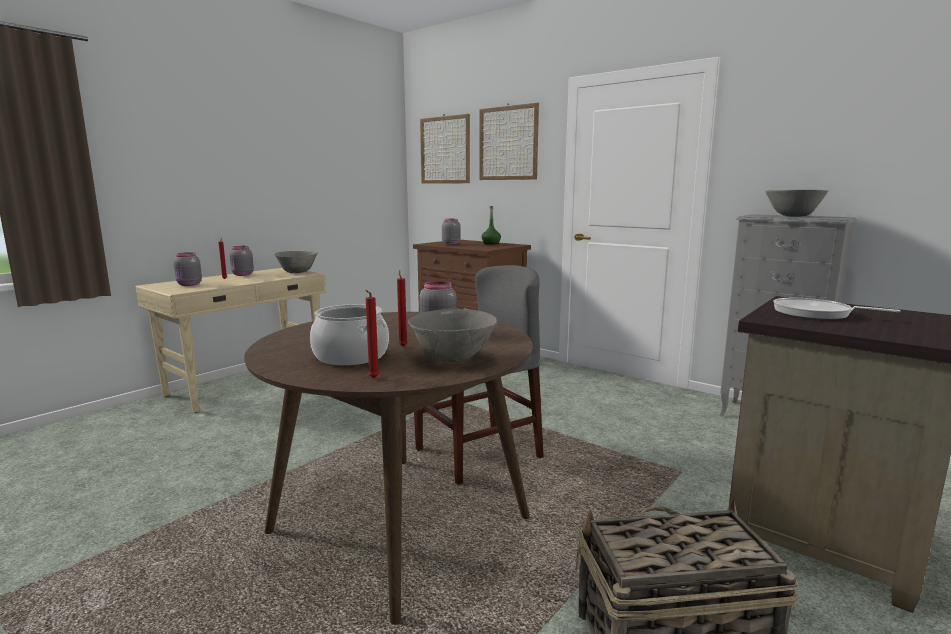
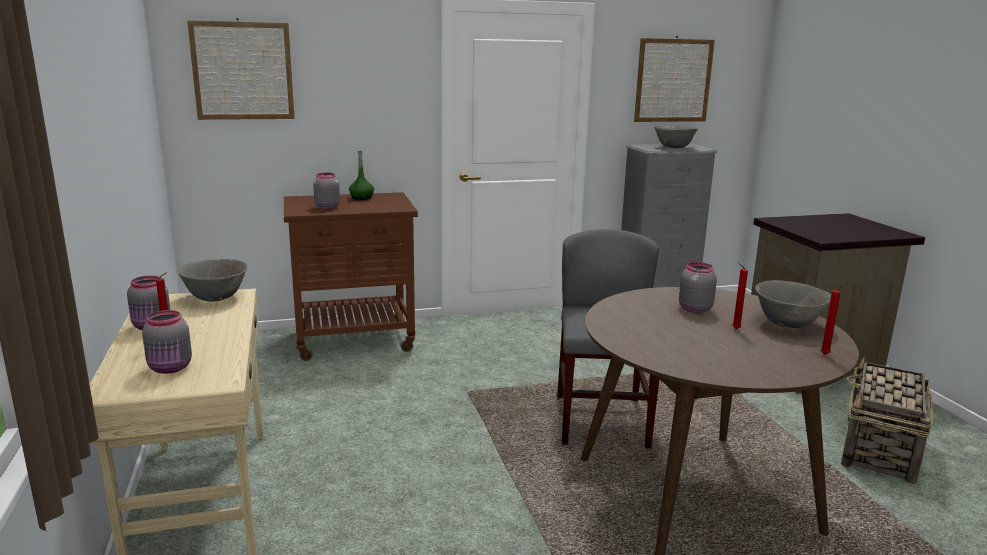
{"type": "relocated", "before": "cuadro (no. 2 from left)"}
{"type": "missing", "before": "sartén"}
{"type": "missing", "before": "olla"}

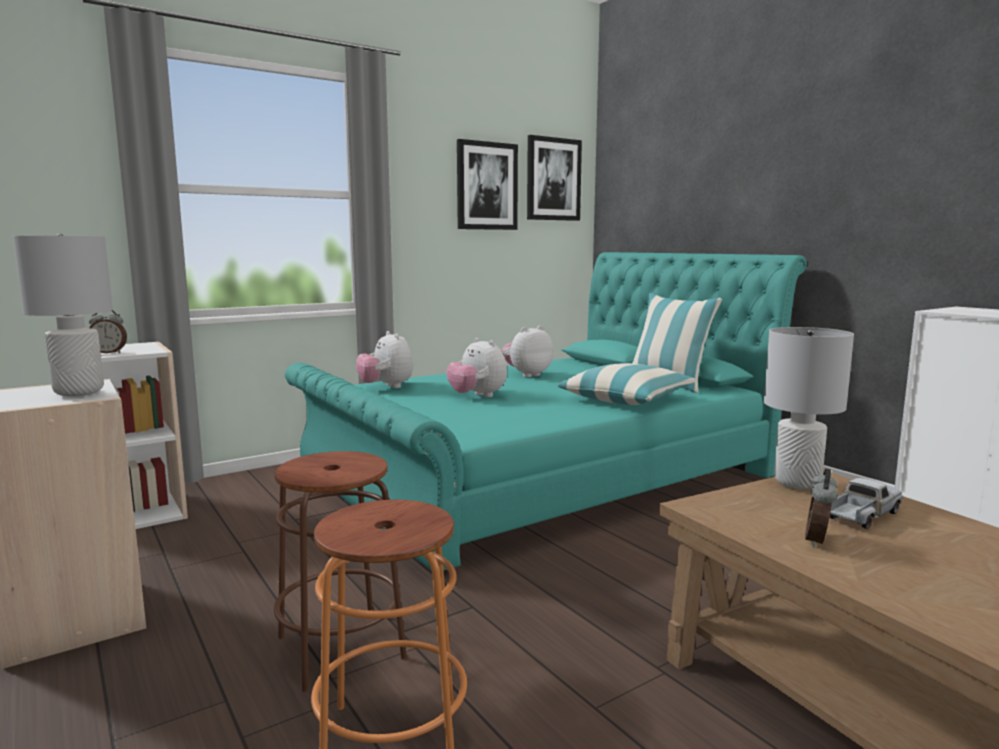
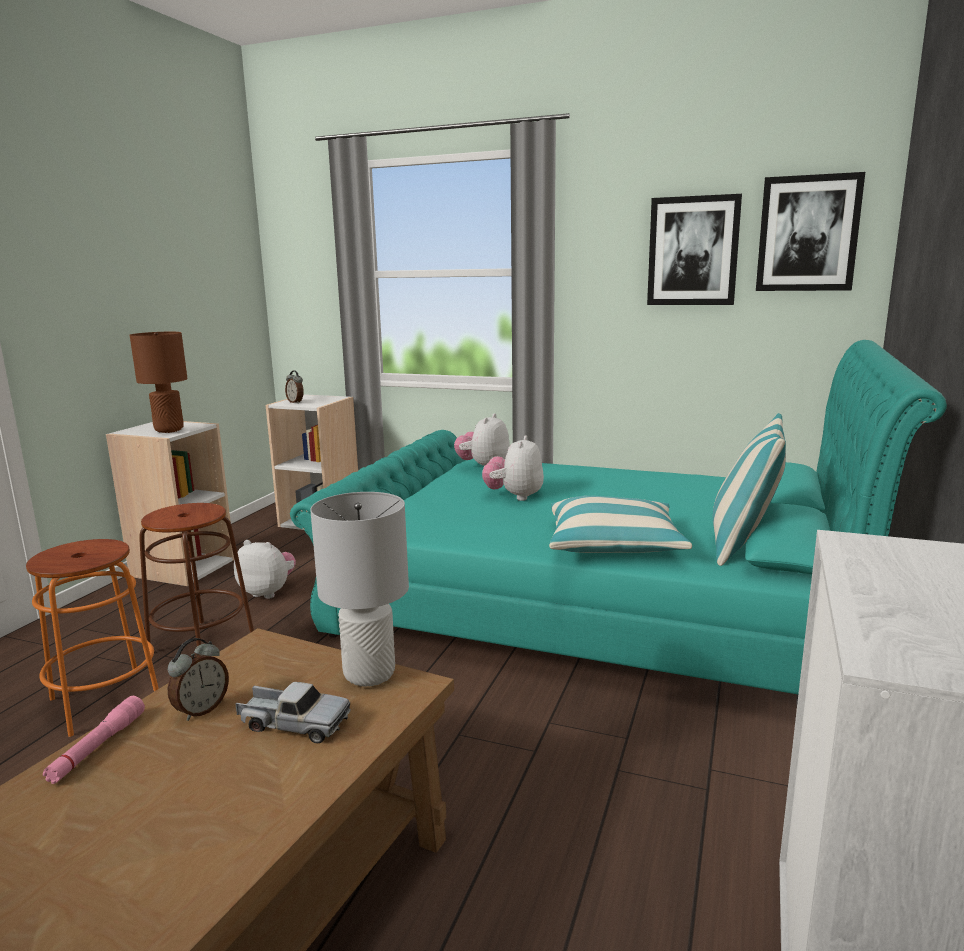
{"type": "colour", "before": "lámpara de mesa [gris] (no. 1 from left)", "after": "lámpara de mesa [marrón]"}
{"type": "relocated", "before": "peluche (no. 3 from left in the first image)", "after": "peluche (no. 1 from left)"}
{"type": "spun", "before": "despertador (no. 2 from left in the first image)", "turn": 135}
{"type": "appeared", "after": "linterna [rosa]"}

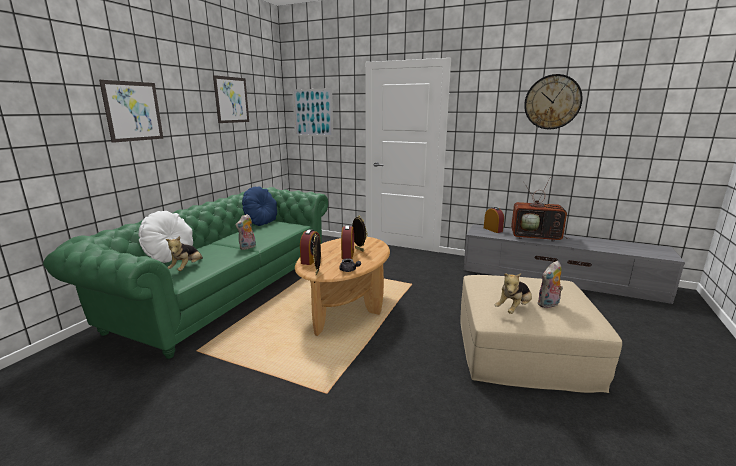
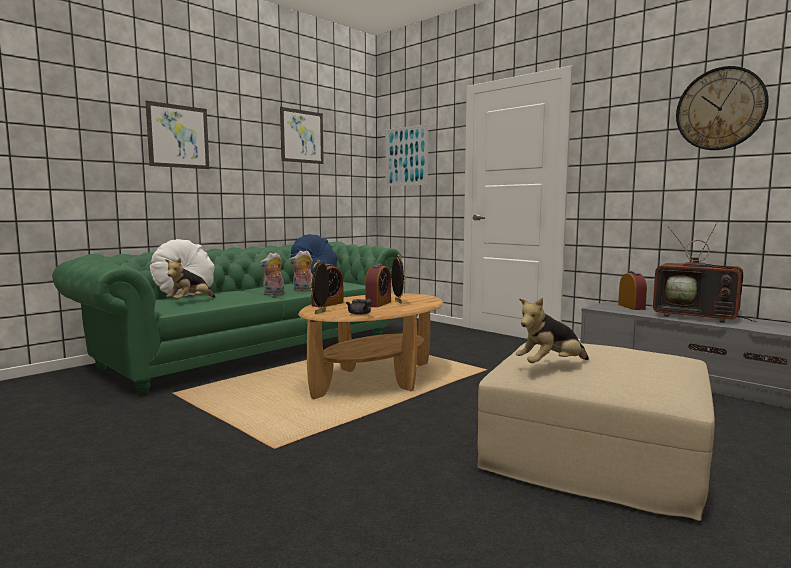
{"type": "relocated", "before": "peluche (no. 4 from left in the first image)", "after": "peluche (no. 3 from left)"}

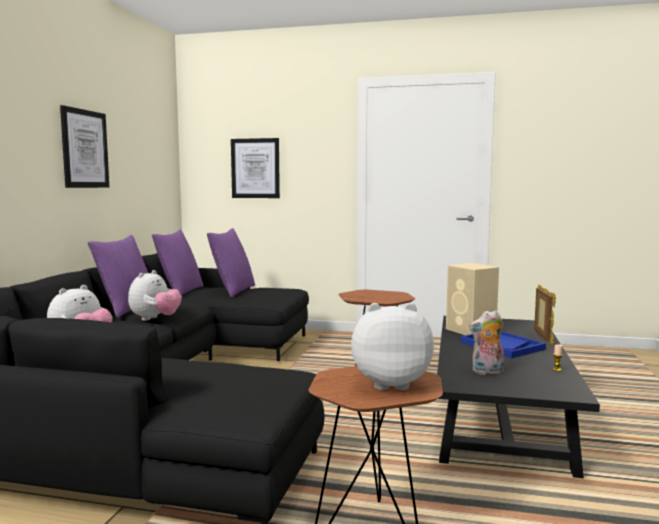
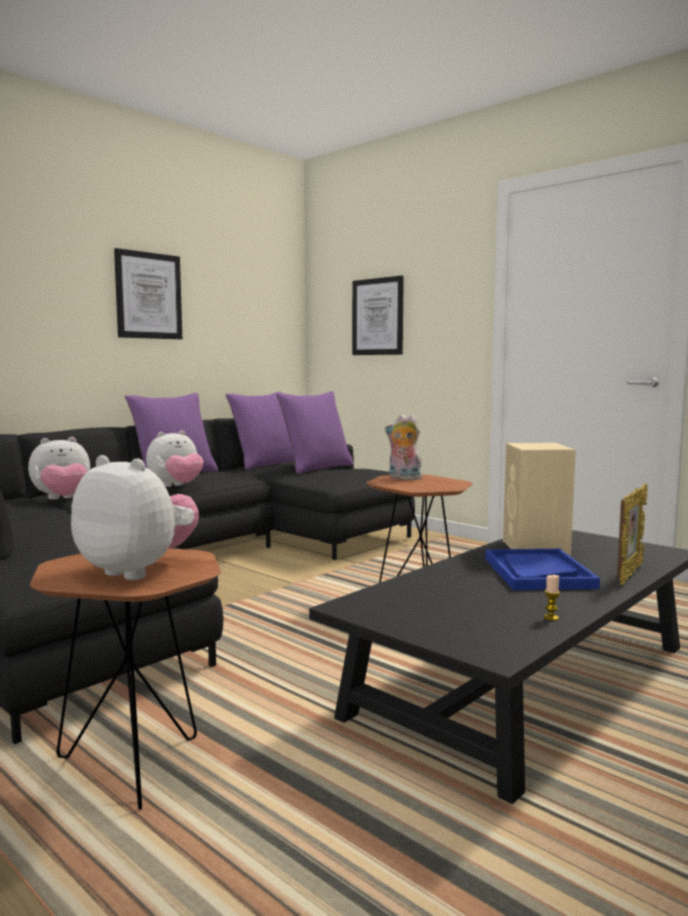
{"type": "relocated", "before": "peluche (no. 4 from left)"}

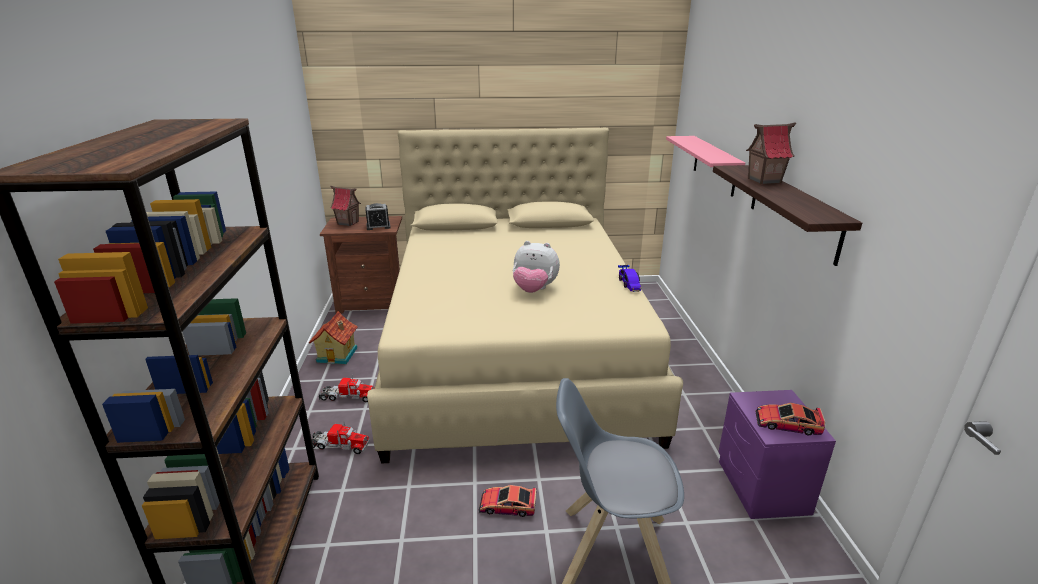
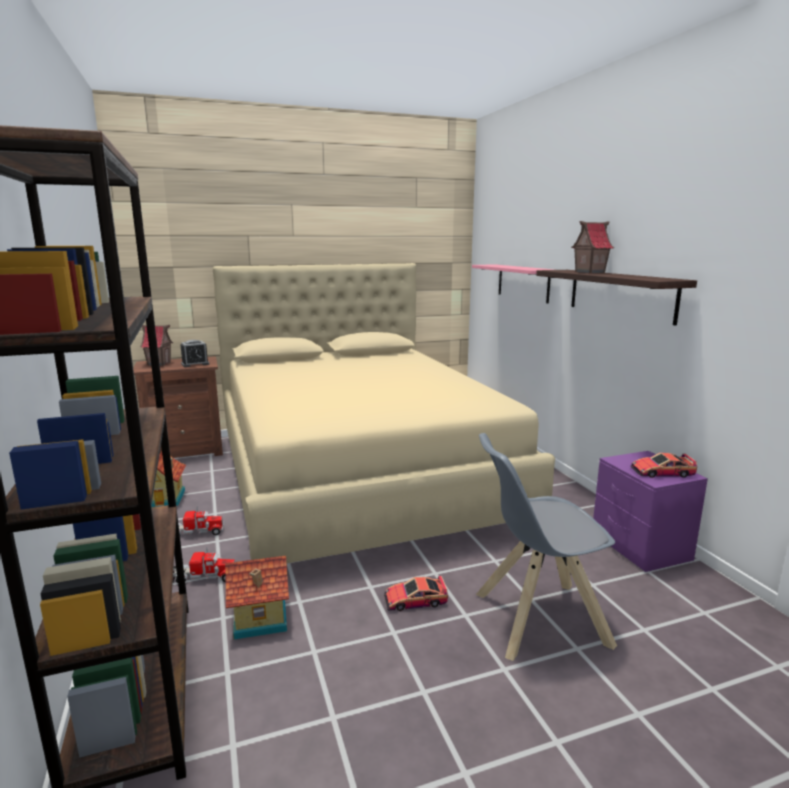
{"type": "missing", "before": "peluche"}
{"type": "missing", "before": "coche de juguete (no. 2 from left)"}
{"type": "appeared", "after": "casita (no. 3 from left)"}

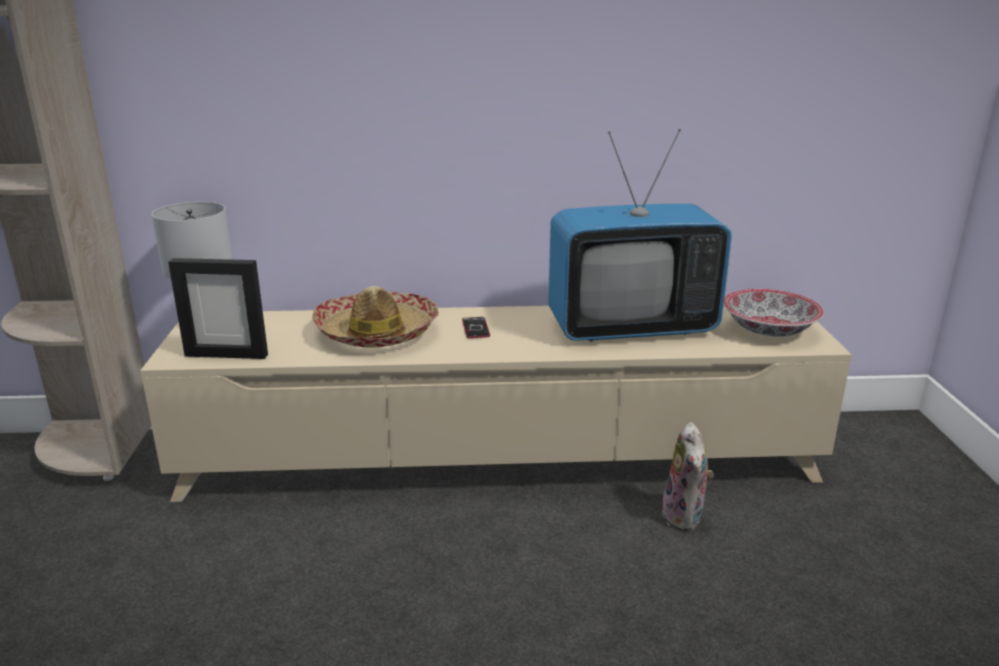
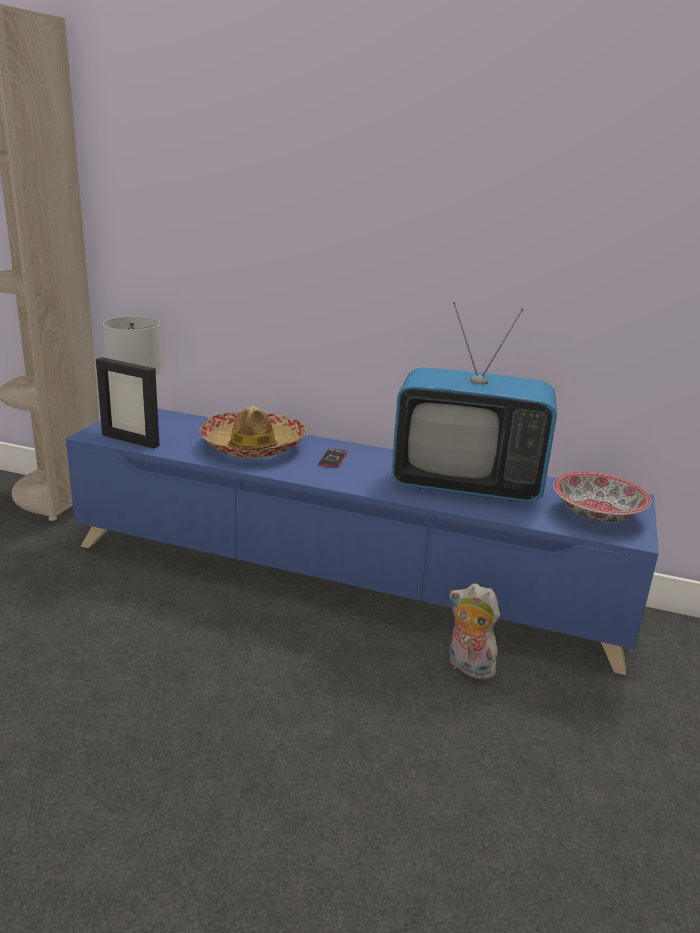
{"type": "colour", "before": "mueble de televisión [beis]", "after": "mueble de televisión [azul]"}
{"type": "spun", "before": "peluche", "turn": 105}

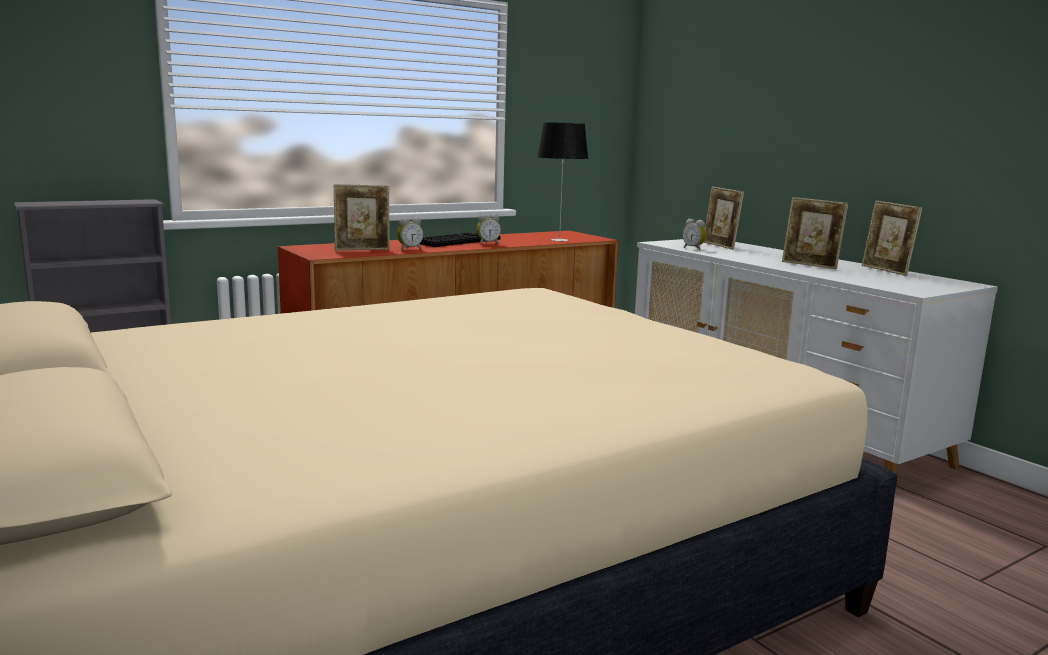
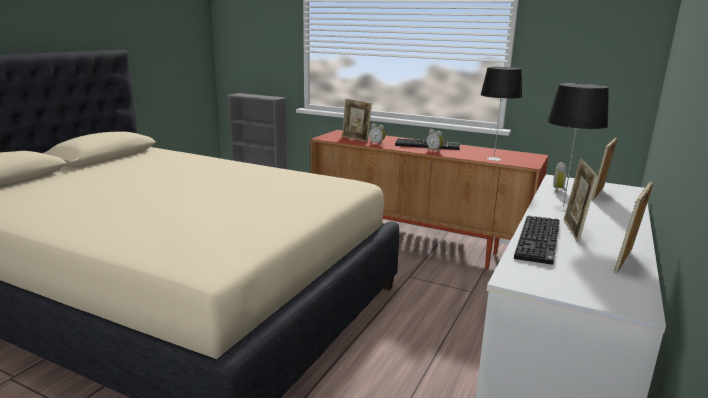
{"type": "appeared", "after": "lámpara de mesa (no. 2 from left)"}
{"type": "appeared", "after": "teclado (no. 2 from left)"}

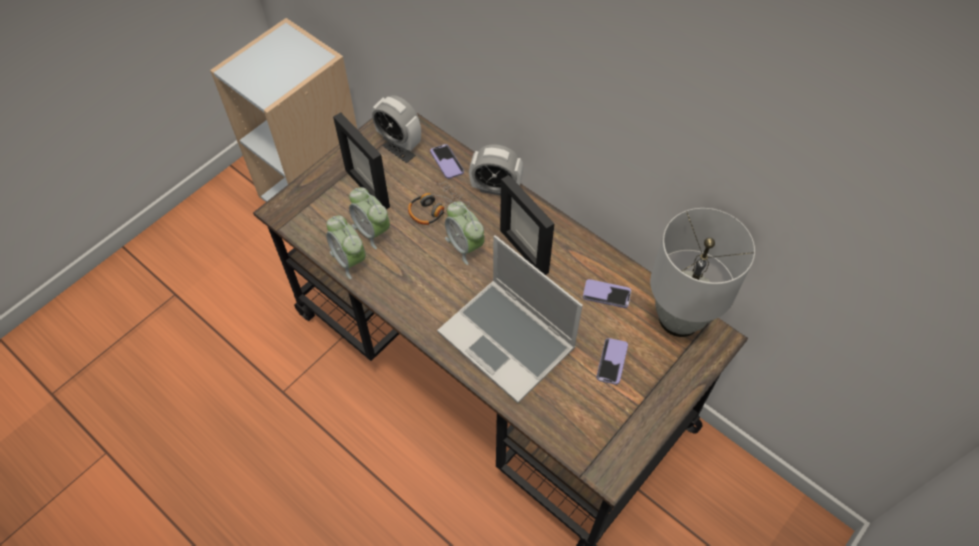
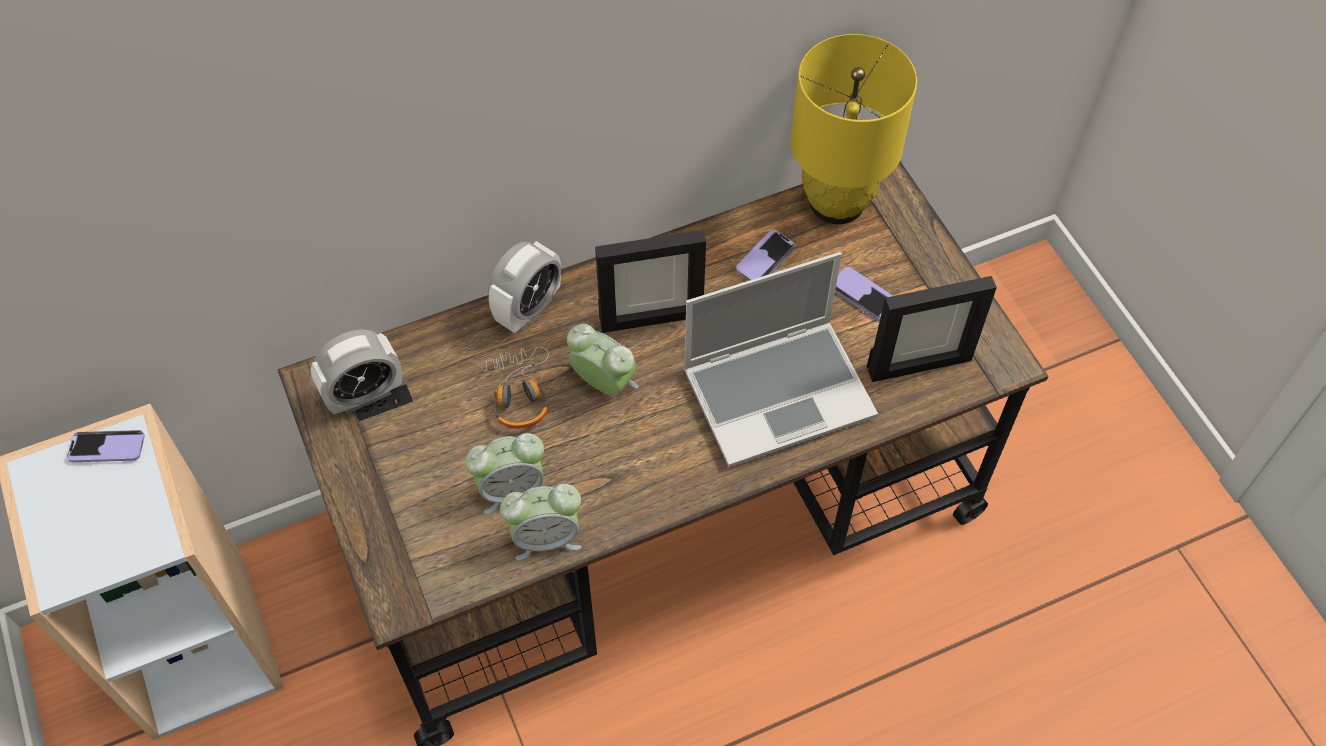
{"type": "relocated", "before": "portarretratos (no. 1 from left in the first image)", "after": "portarretratos (no. 2 from left)"}
{"type": "relocated", "before": "móvil (no. 1 from left)"}
{"type": "spun", "before": "despertador (no. 4 from left in the first image)", "turn": -135}
{"type": "colour", "before": "lámpara de mesa [blanco]", "after": "lámpara de mesa [amarillo]"}

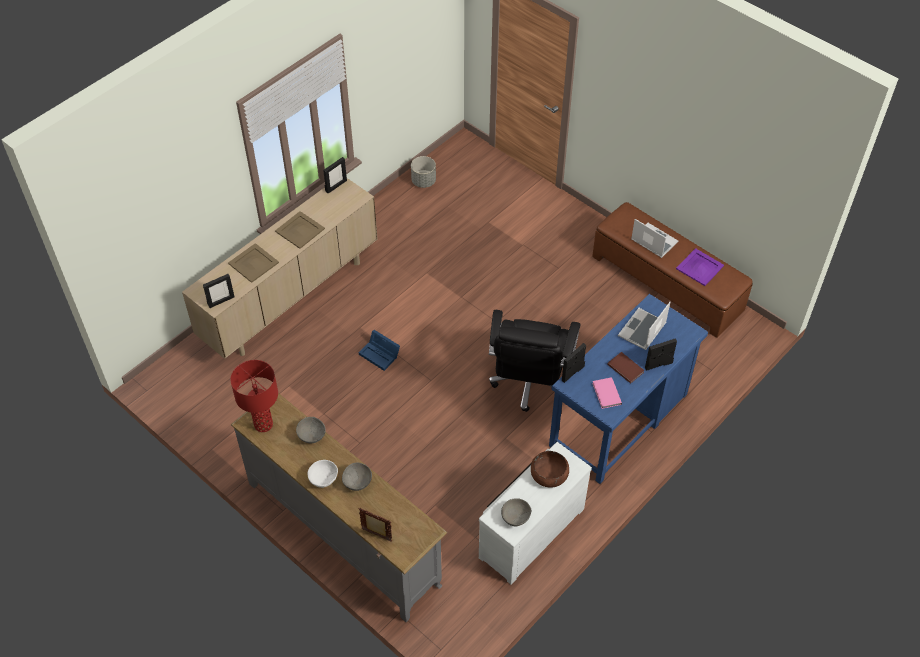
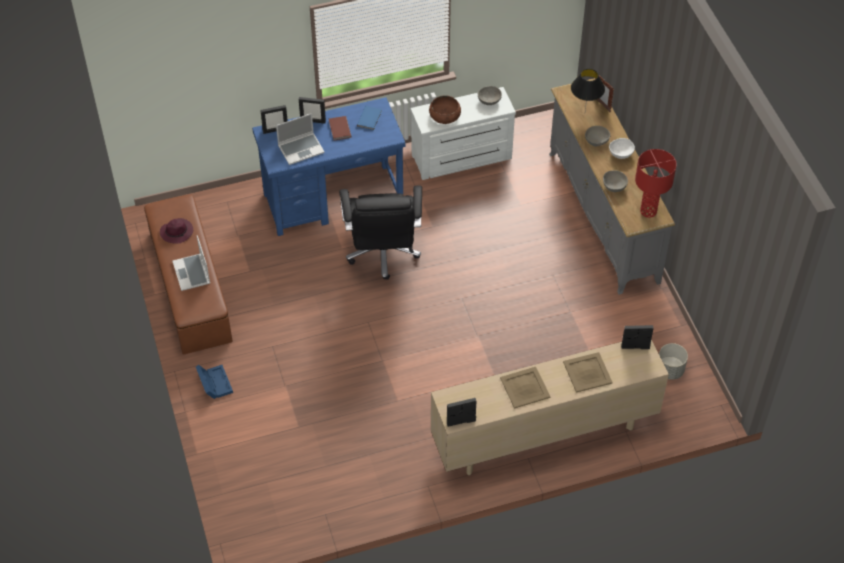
{"type": "relocated", "before": "maceta [gris]"}
{"type": "exchanged", "before": "bandeja [morado]", "after": "sombrero [morado]"}
{"type": "spun", "before": "silla de oficina [negro]", "turn": 135}
{"type": "relocated", "before": "caja de almacenaje [azul]"}
{"type": "relocated", "before": "portarretratos (no. 4 from left in the first image)", "after": "portarretratos (no. 1 from left)"}
{"type": "colour", "before": "libro [rosa]", "after": "libro [azul]"}
{"type": "appeared", "after": "lámpara de mesa [negro]"}

